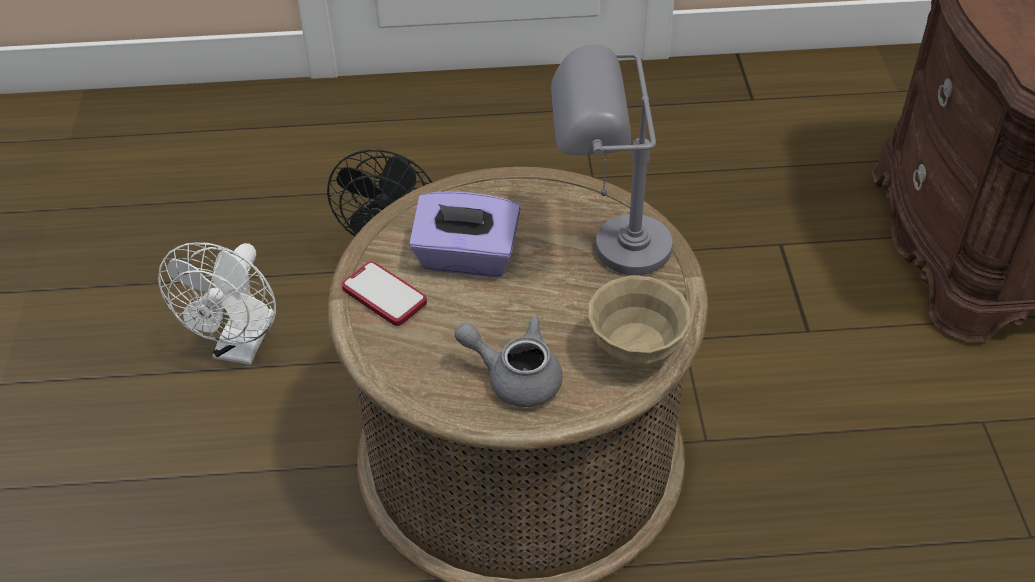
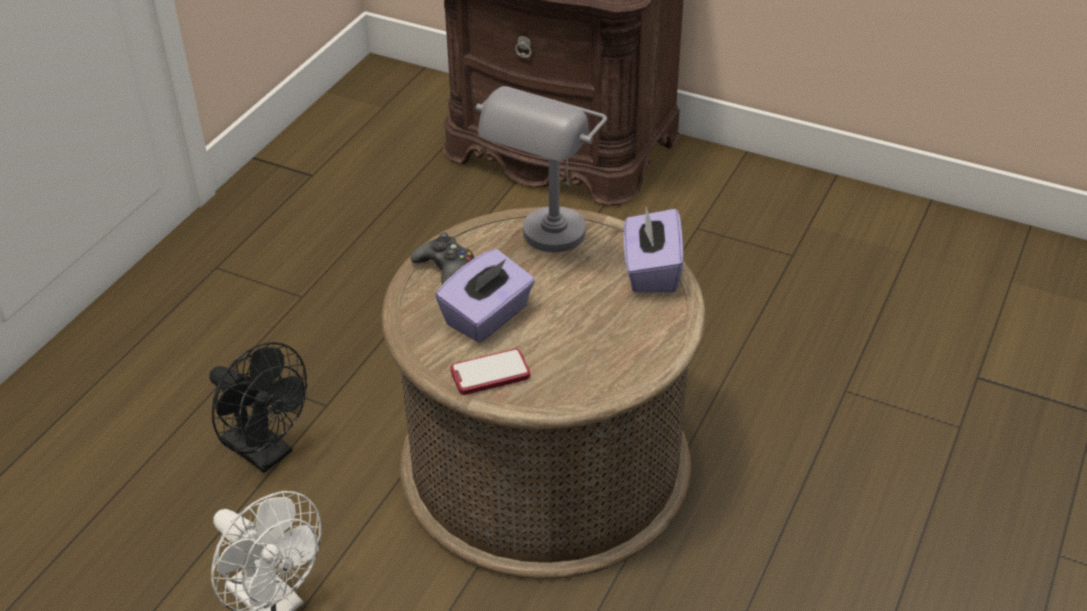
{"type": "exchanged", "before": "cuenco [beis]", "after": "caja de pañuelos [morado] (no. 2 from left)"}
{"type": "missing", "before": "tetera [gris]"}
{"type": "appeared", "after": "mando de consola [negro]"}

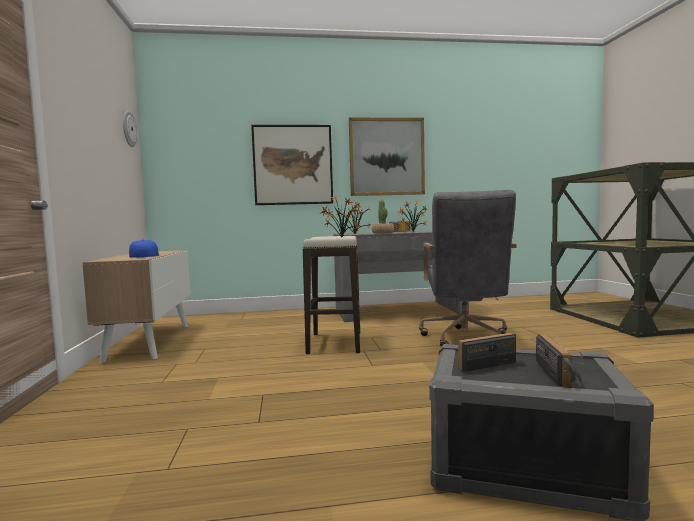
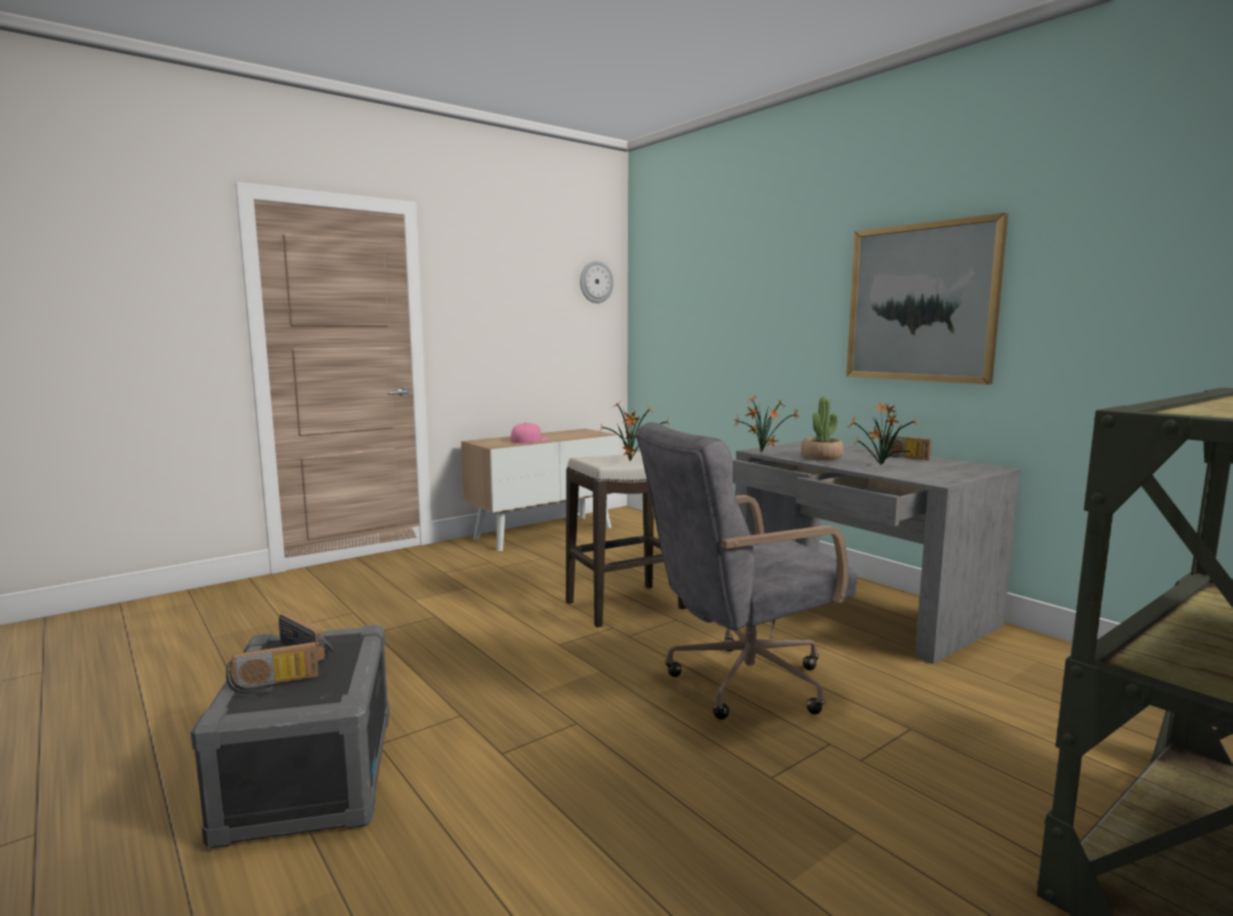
{"type": "missing", "before": "cuadro (no. 1 from left)"}
{"type": "colour", "before": "gorra [azul]", "after": "gorra [rosa]"}

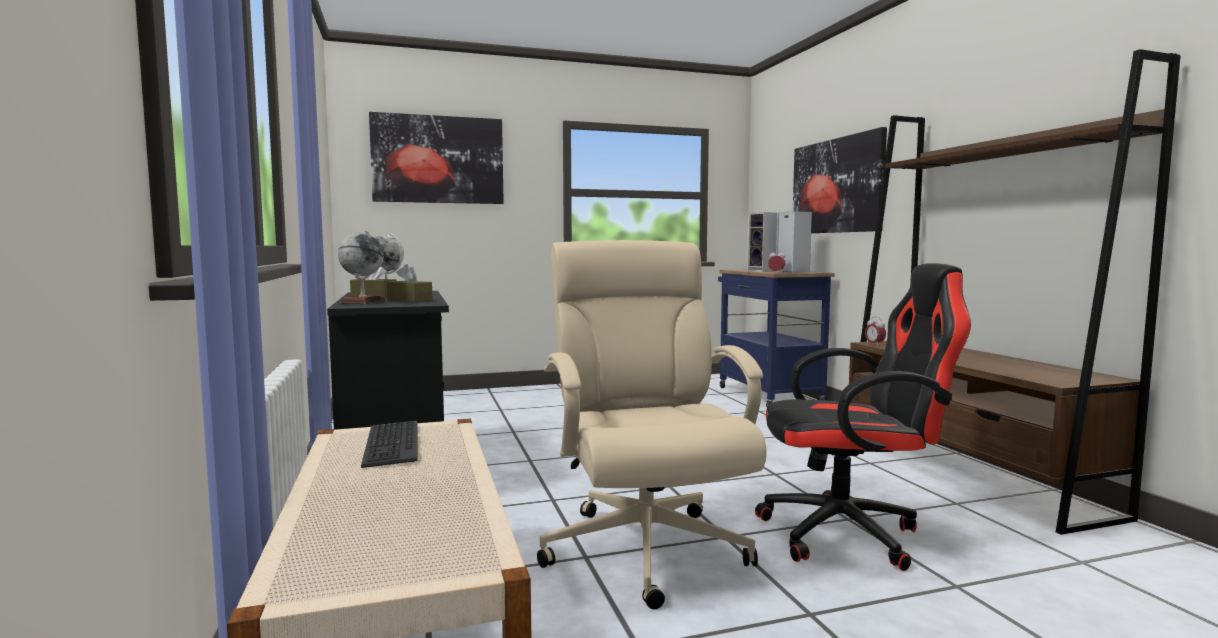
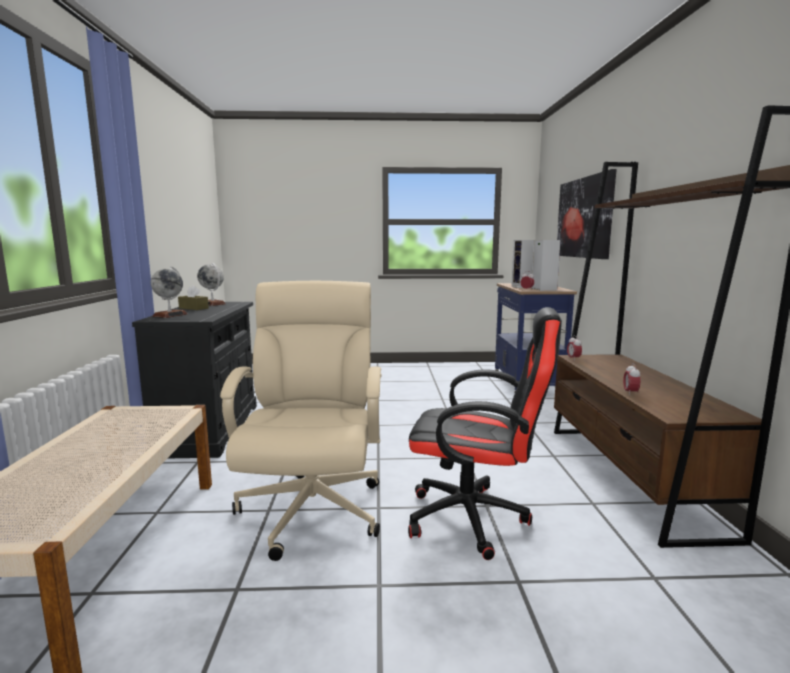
{"type": "missing", "before": "cuadro (no. 1 from left)"}
{"type": "missing", "before": "caja de pañuelos [marrón] (no. 2 from left)"}
{"type": "missing", "before": "teclado"}
{"type": "appeared", "after": "despertador (no. 3 from left)"}

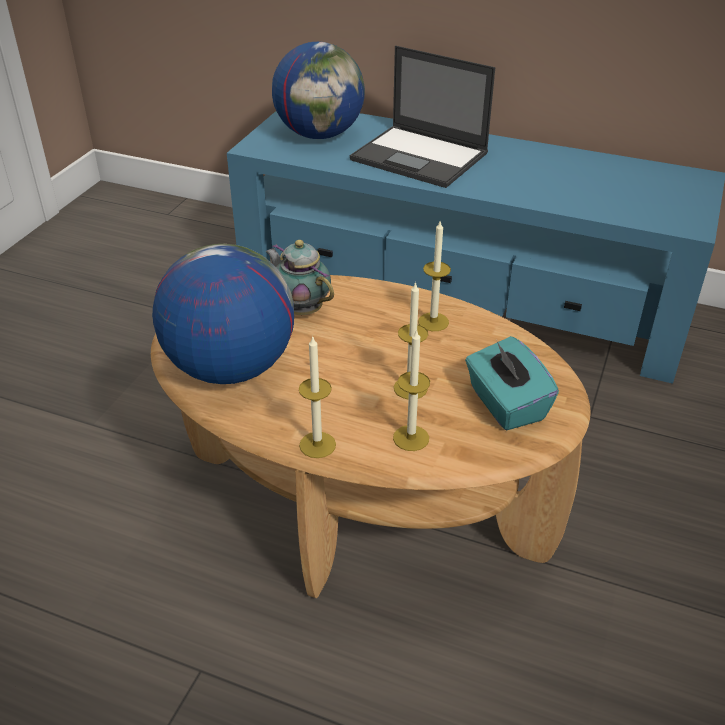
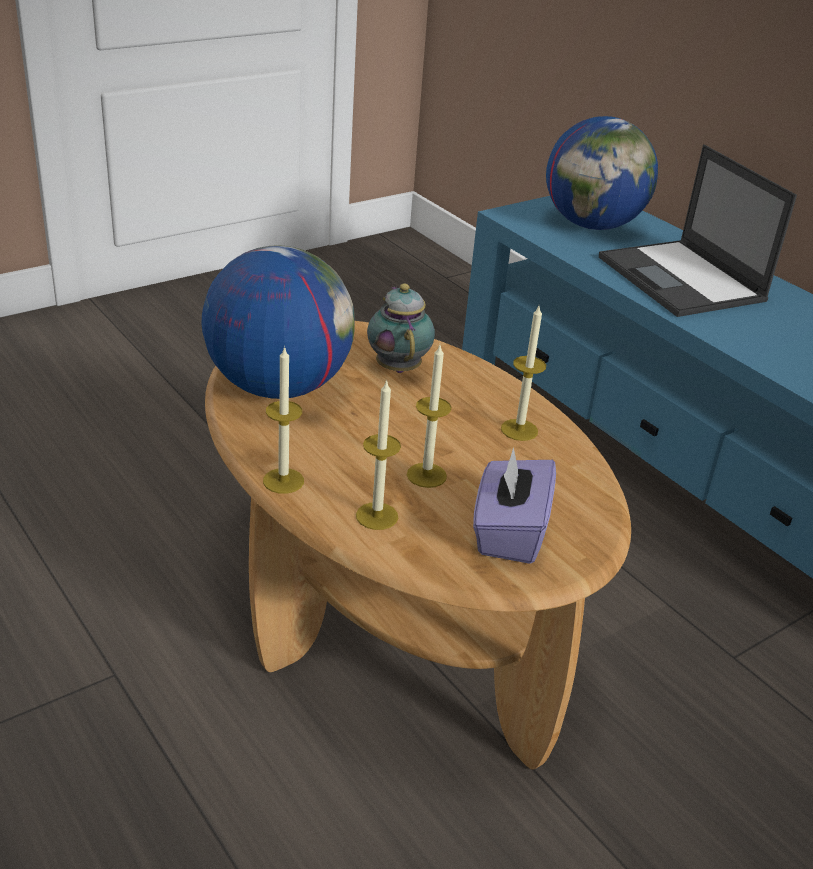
{"type": "colour", "before": "caja de pañuelos [turquesa]", "after": "caja de pañuelos [morado]"}

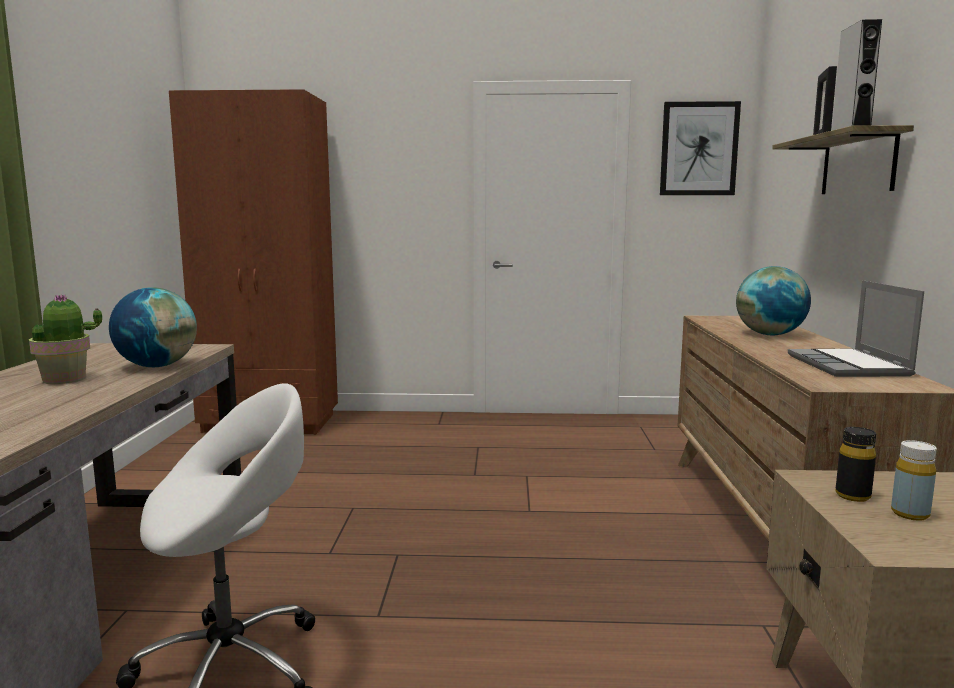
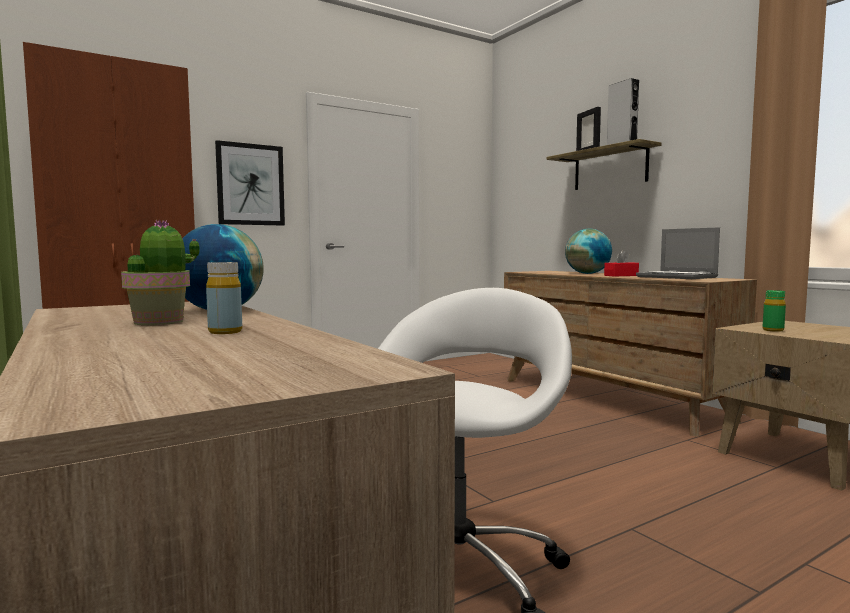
{"type": "relocated", "before": "cuadro"}
{"type": "colour", "before": "botella [negro]", "after": "botella [verde]"}
{"type": "relocated", "before": "botella [amarillo]"}
{"type": "appeared", "after": "caja de pañuelos [rojo]"}

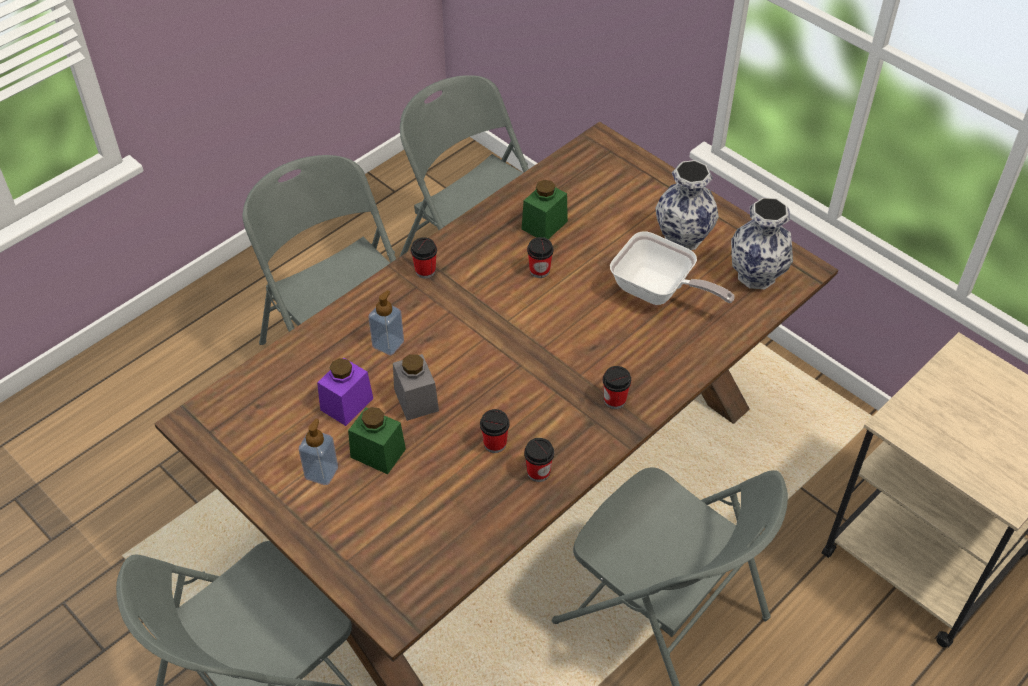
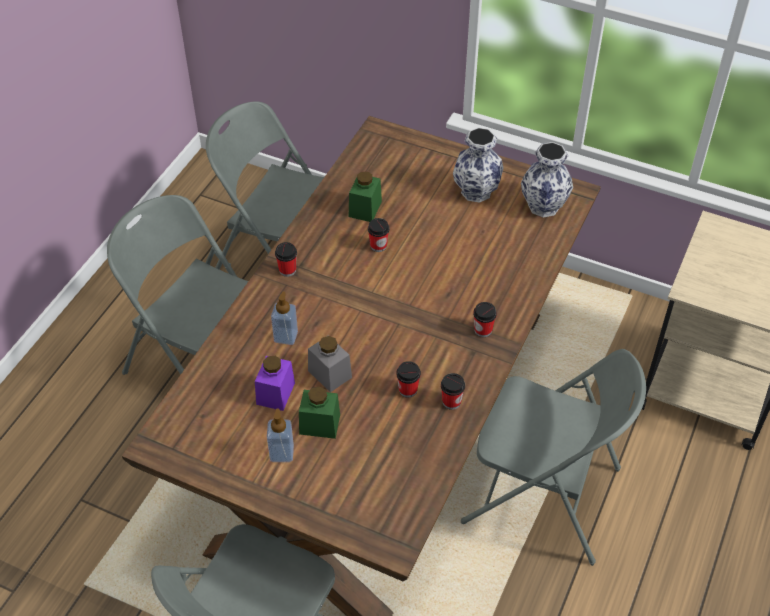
{"type": "missing", "before": "sartén"}

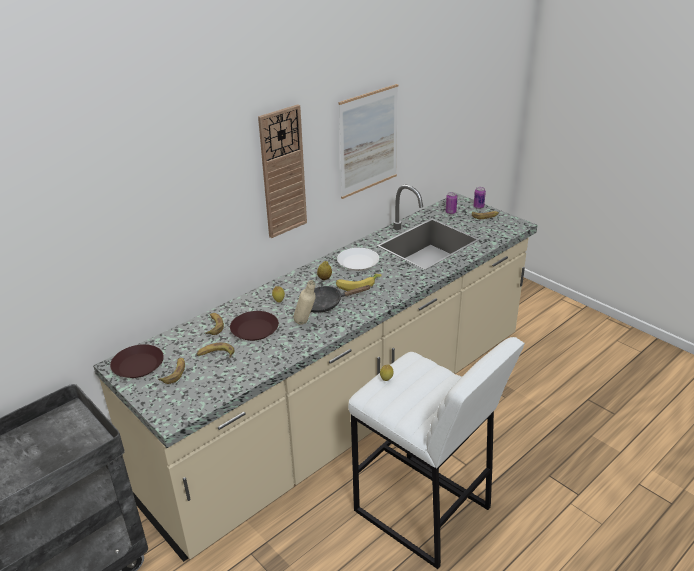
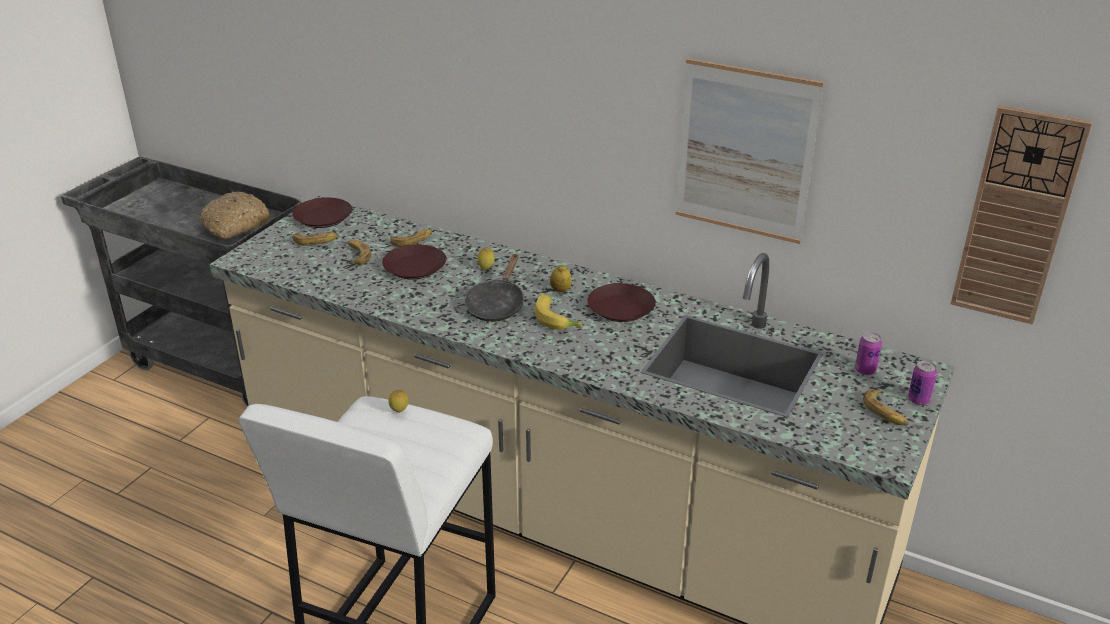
{"type": "relocated", "before": "reloj de pared"}
{"type": "colour", "before": "plato [blanco]", "after": "plato [marrón] (no. 3 from left)"}
{"type": "missing", "before": "botella [beis]"}
{"type": "spun", "before": "sartén [negro]", "turn": -135}
{"type": "appeared", "after": "pan"}

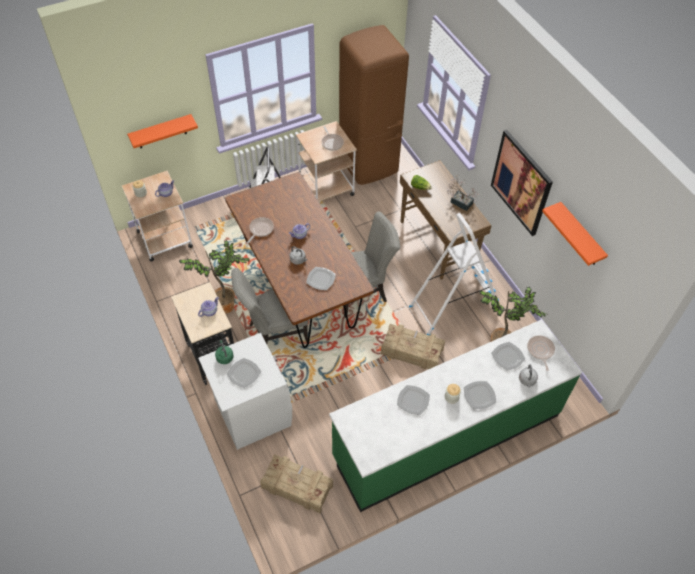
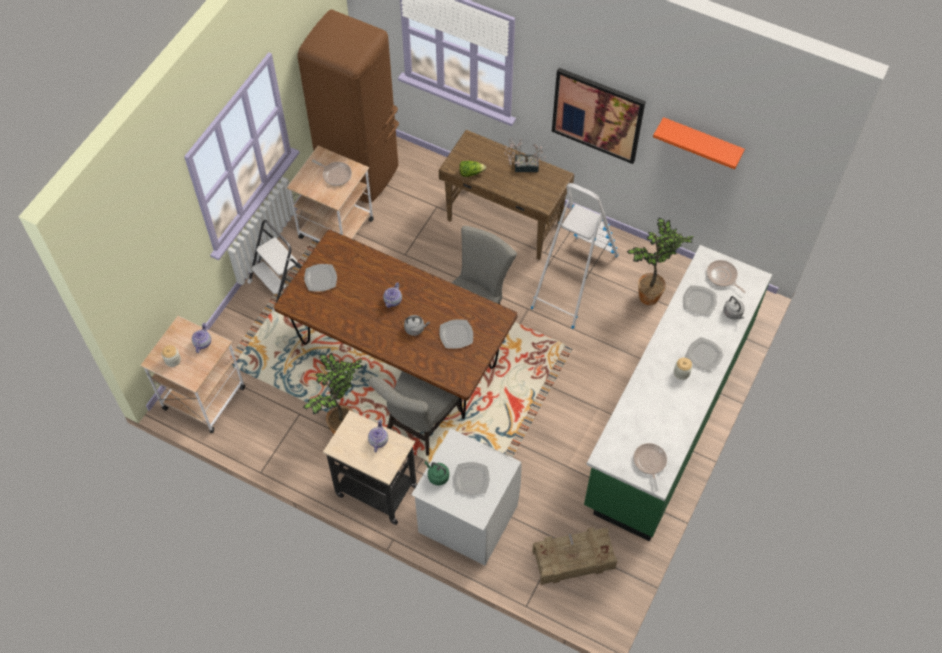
{"type": "missing", "before": "estante [naranja] (no. 1 from left)"}
{"type": "relocated", "before": "sartén (no. 1 from left in the first image)", "after": "sartén (no. 2 from left)"}
{"type": "missing", "before": "caja de embalaje (no. 2 from left)"}
{"type": "relocated", "before": "plato (no. 3 from left in the first image)", "after": "plato (no. 1 from left)"}

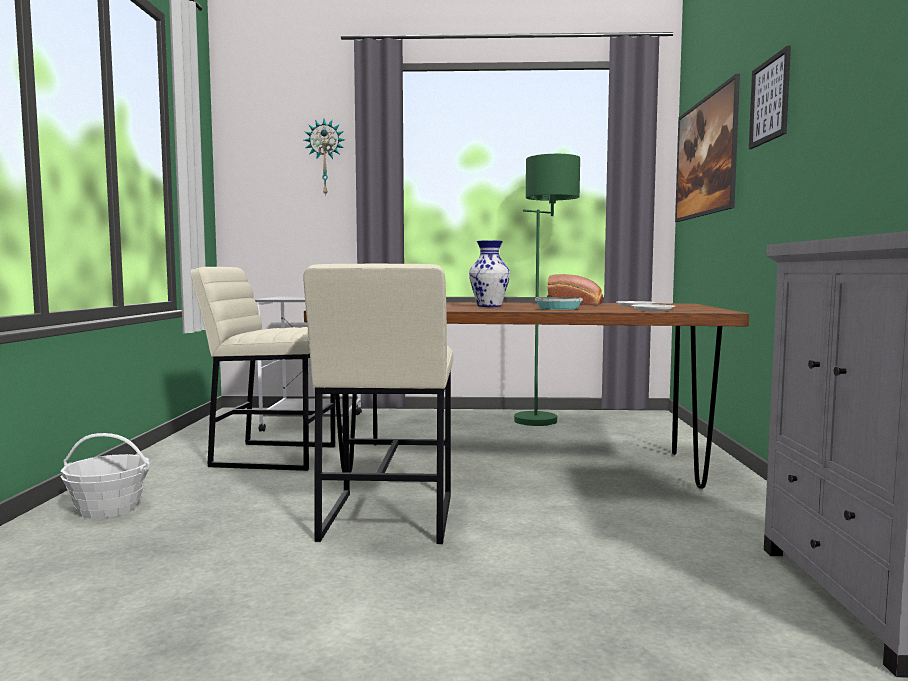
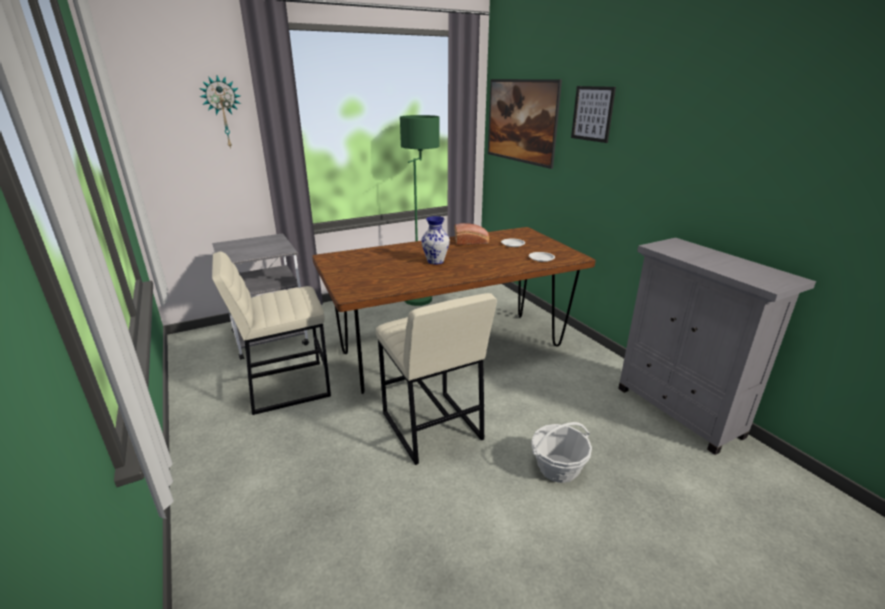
{"type": "missing", "before": "sartén"}
{"type": "relocated", "before": "cesta"}

